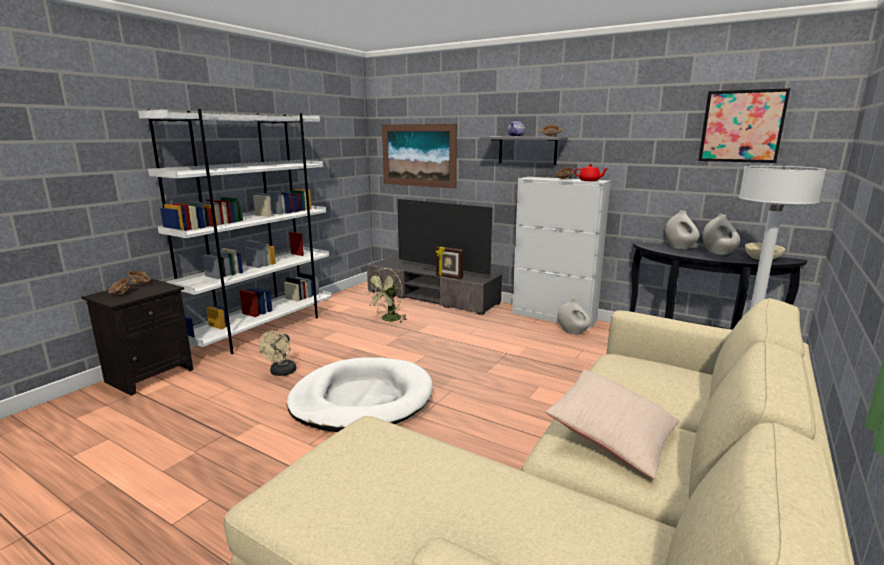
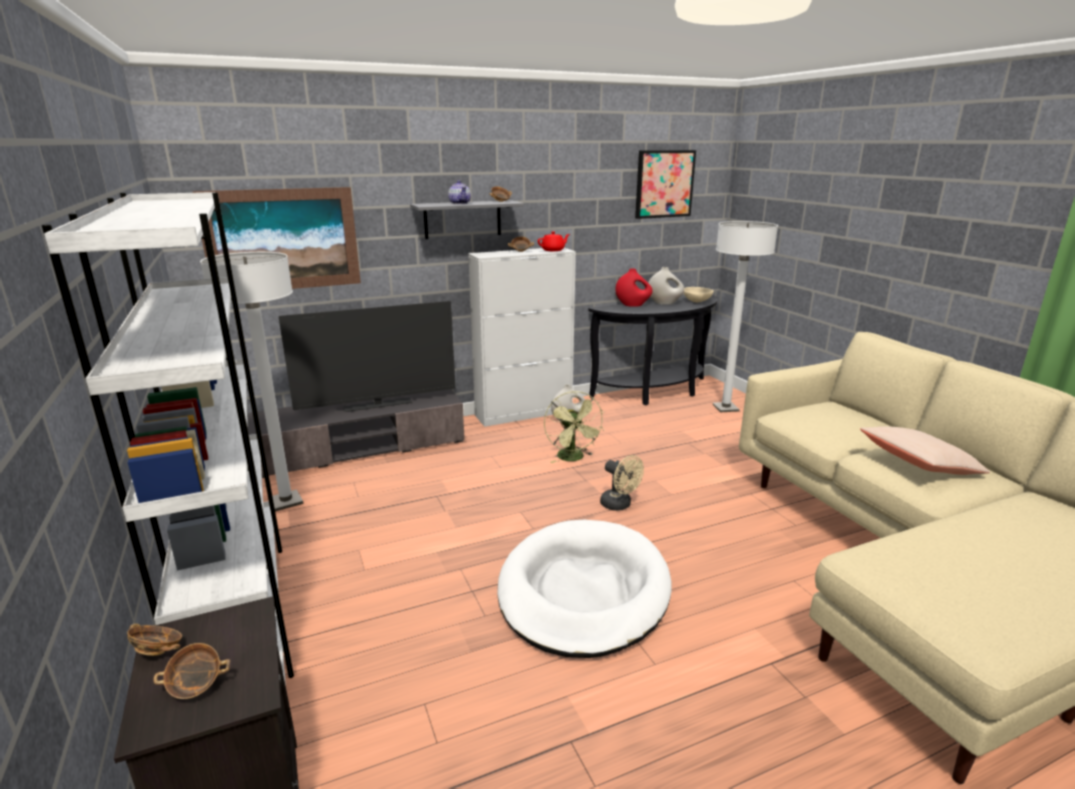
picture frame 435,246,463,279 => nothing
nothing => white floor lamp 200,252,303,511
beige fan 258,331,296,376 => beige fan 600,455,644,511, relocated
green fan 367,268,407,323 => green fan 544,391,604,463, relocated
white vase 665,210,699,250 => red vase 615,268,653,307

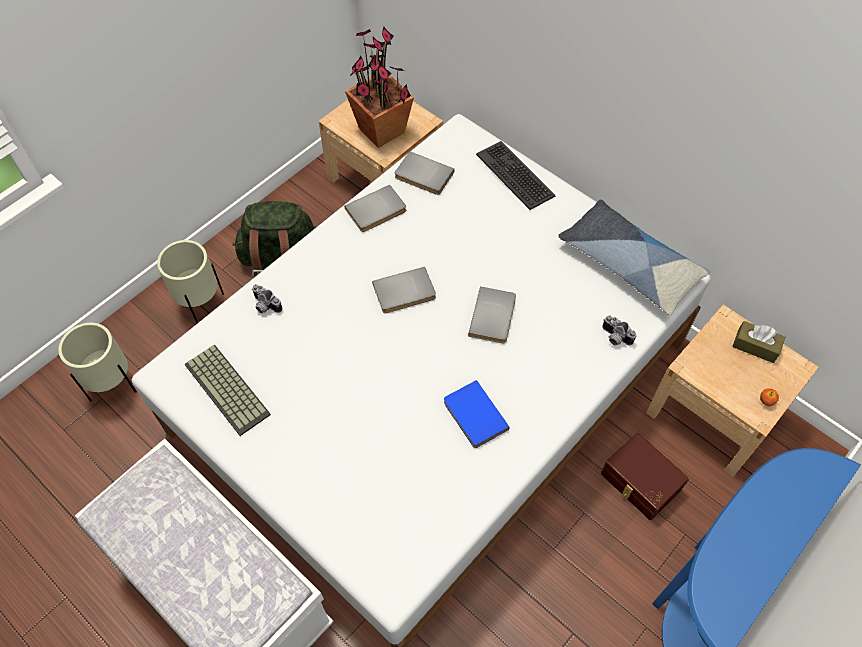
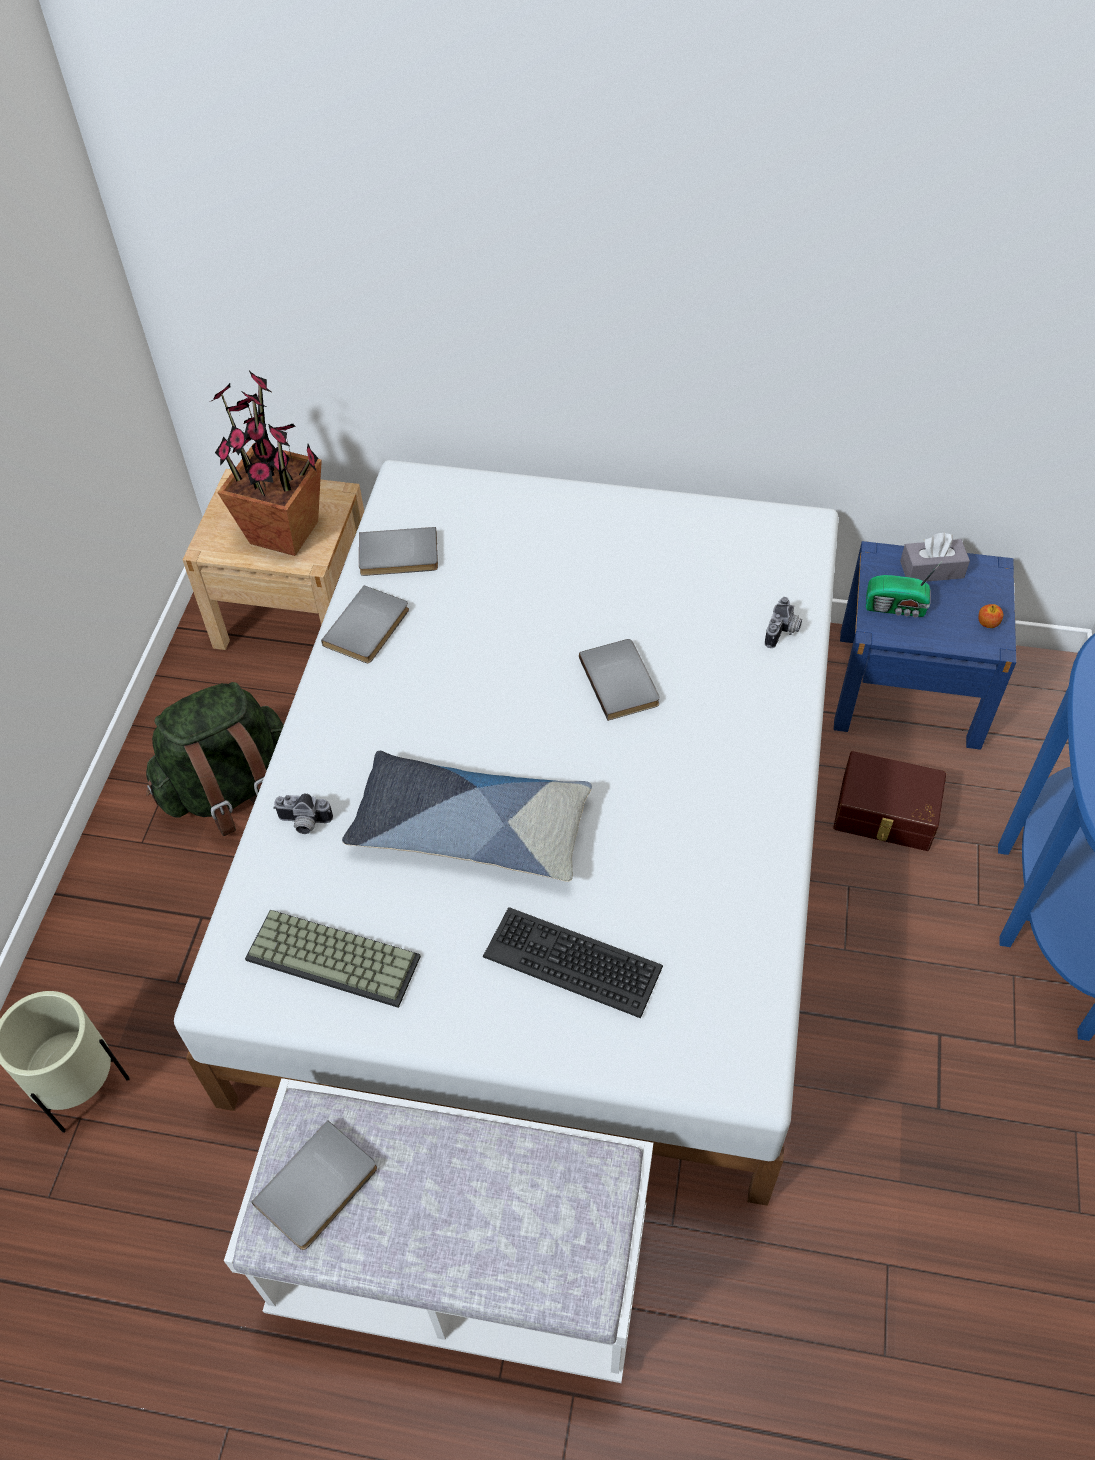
beige planter 157,240,224,323 => nothing
blue book 444,380,510,448 => nothing
nothing => radio 866,562,942,617
grey book 372,267,436,313 => grey book 251,1120,377,1250, relocated
keyboard 476,141,555,210 => keyboard 483,907,663,1018, relocated
pillow 558,199,710,315 => pillow 342,751,592,882, relocated
beige nightstand 646,305,819,477 => blue nightstand 834,541,1016,750
brown tissue box 732,321,785,363 => grey tissue box 900,532,970,582
photo camera 602,315,636,345 => photo camera 765,597,802,648, 75 degrees counterclockwise

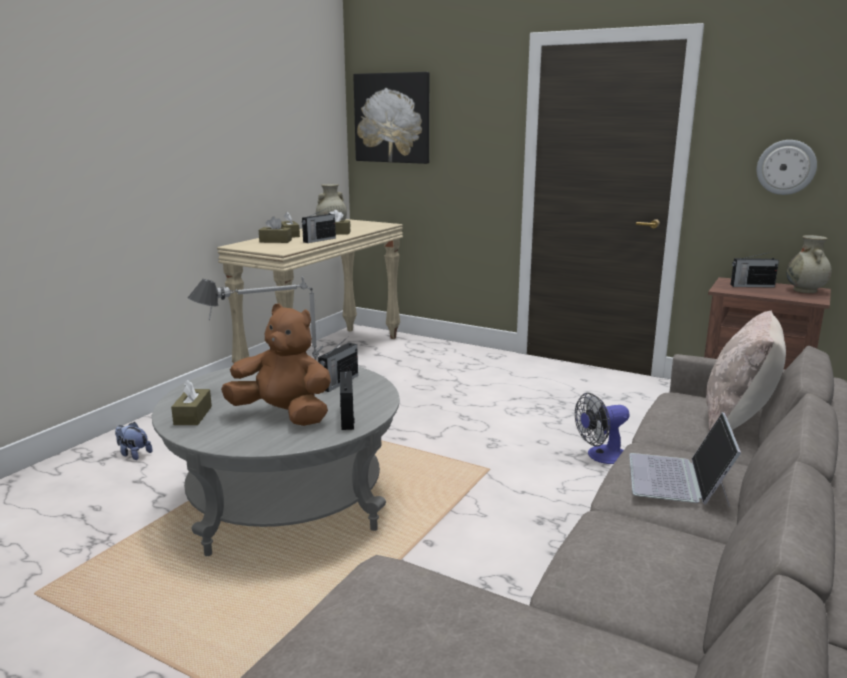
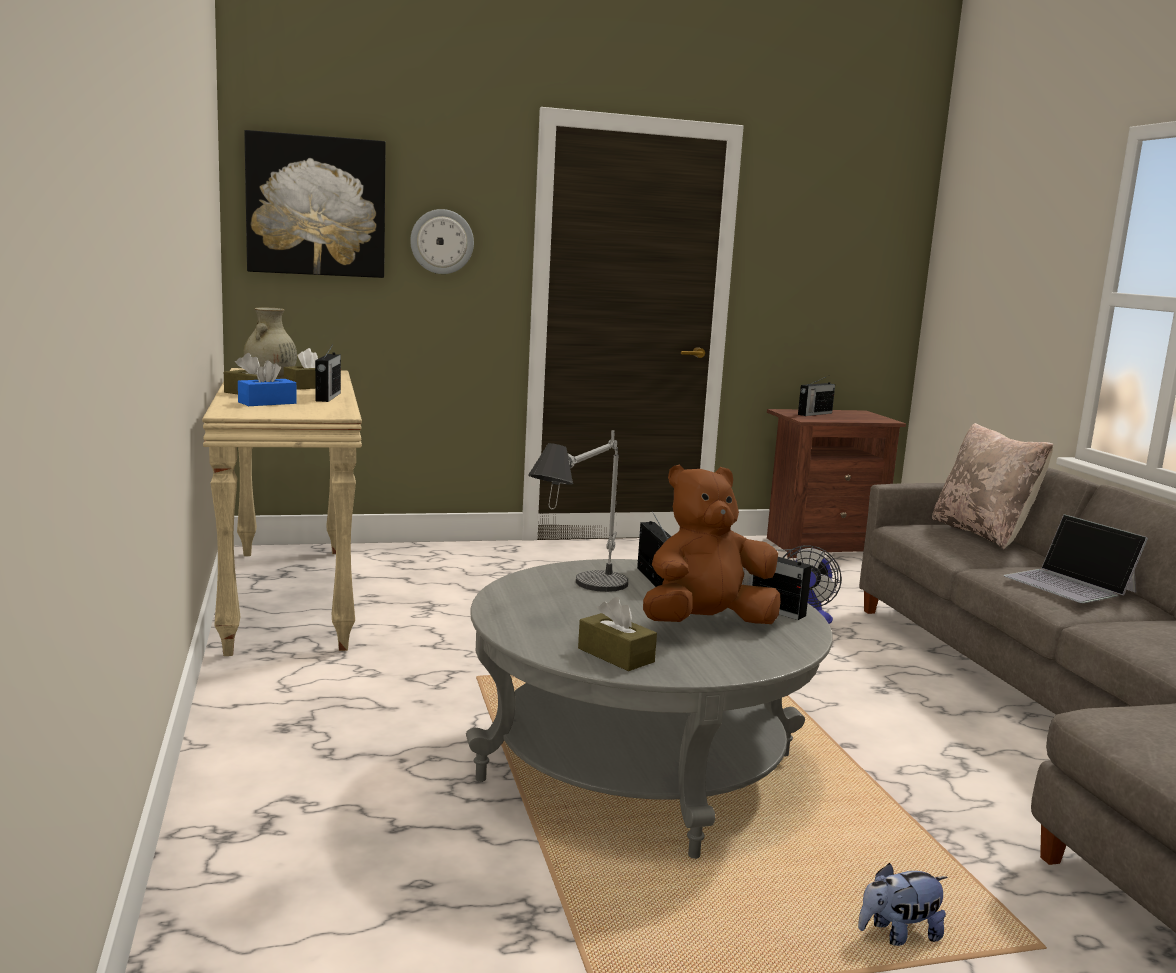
beige vase 787,235,832,293 => nothing
plush toy 115,422,152,460 => plush toy 858,863,947,946, relocated
wall clock 757,140,817,195 => wall clock 410,209,474,274, relocated
brown tissue box 259,217,292,243 => blue tissue box 238,360,297,406

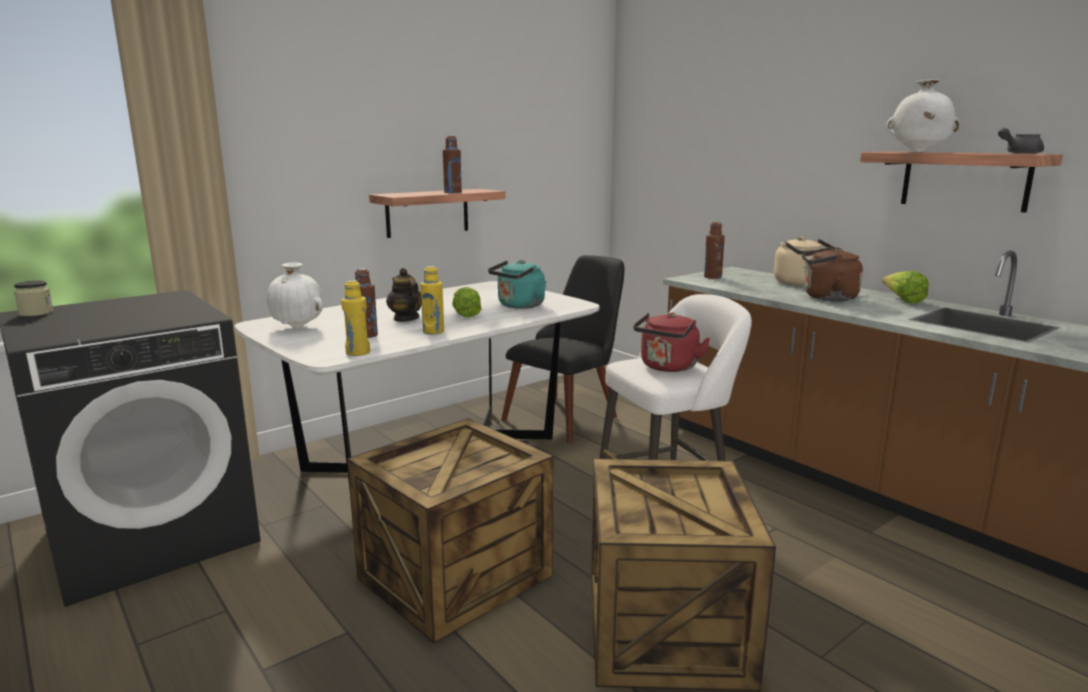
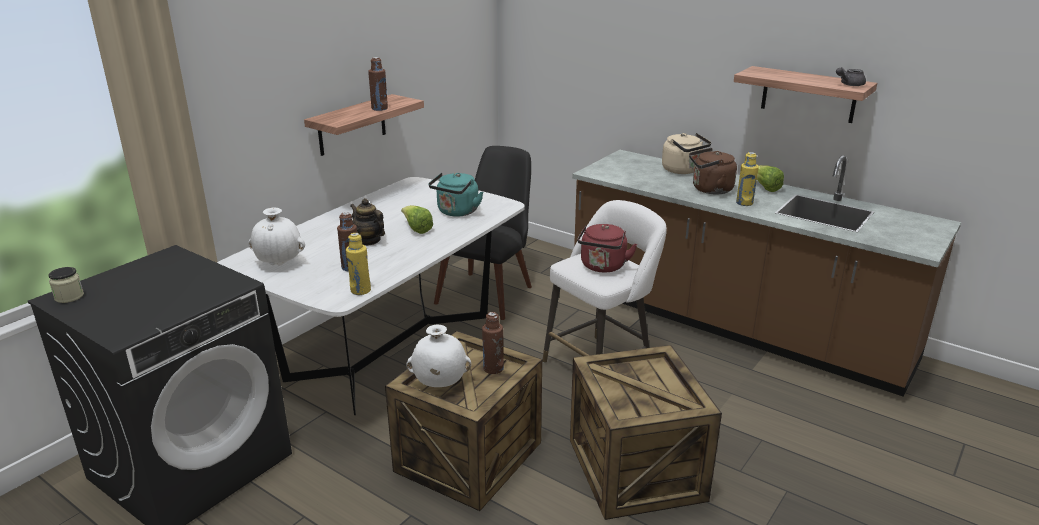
yellow bottle 420,266,444,335 => yellow bottle 736,152,759,206, relocated
brown bottle 704,222,725,279 => brown bottle 482,312,504,374, relocated
white vase 886,79,960,152 => white vase 406,325,471,387, relocated

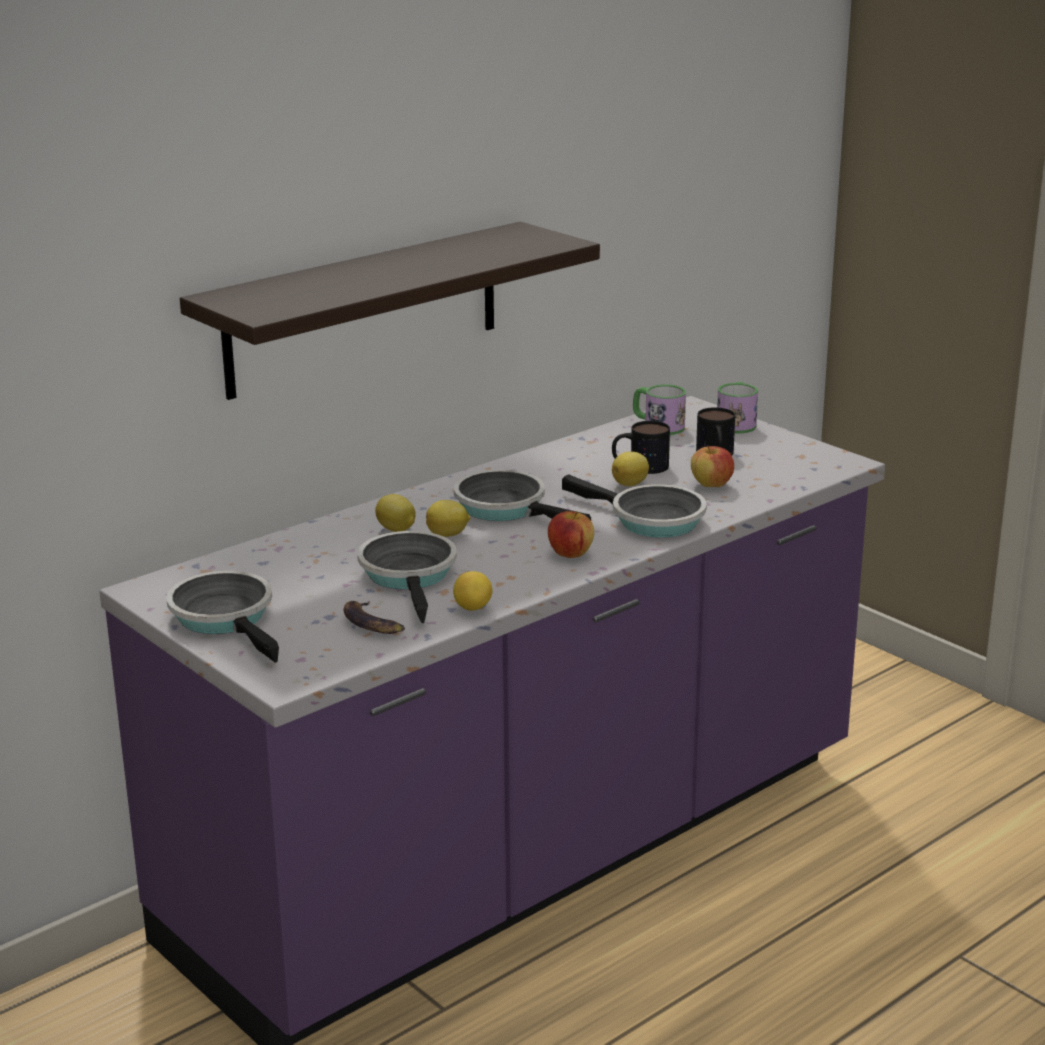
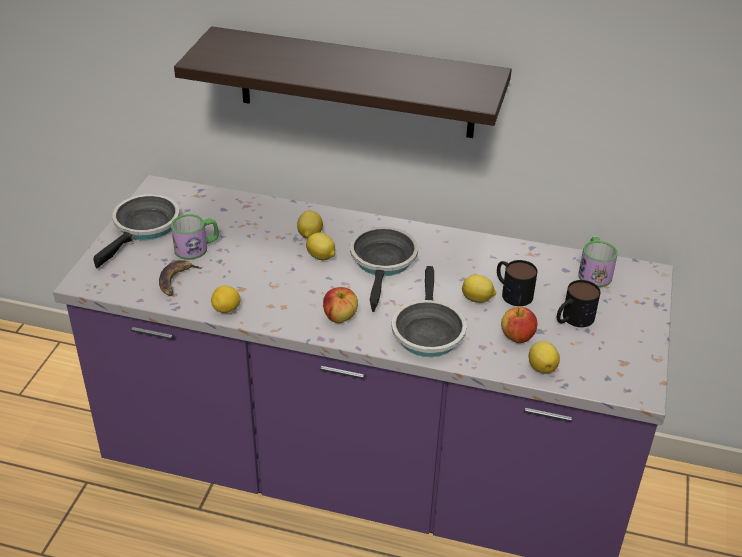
frying pan 357,531,457,623 => nothing
nothing => lemon 529,341,560,374
mug 717,382,758,433 => mug 171,214,219,260, relocated

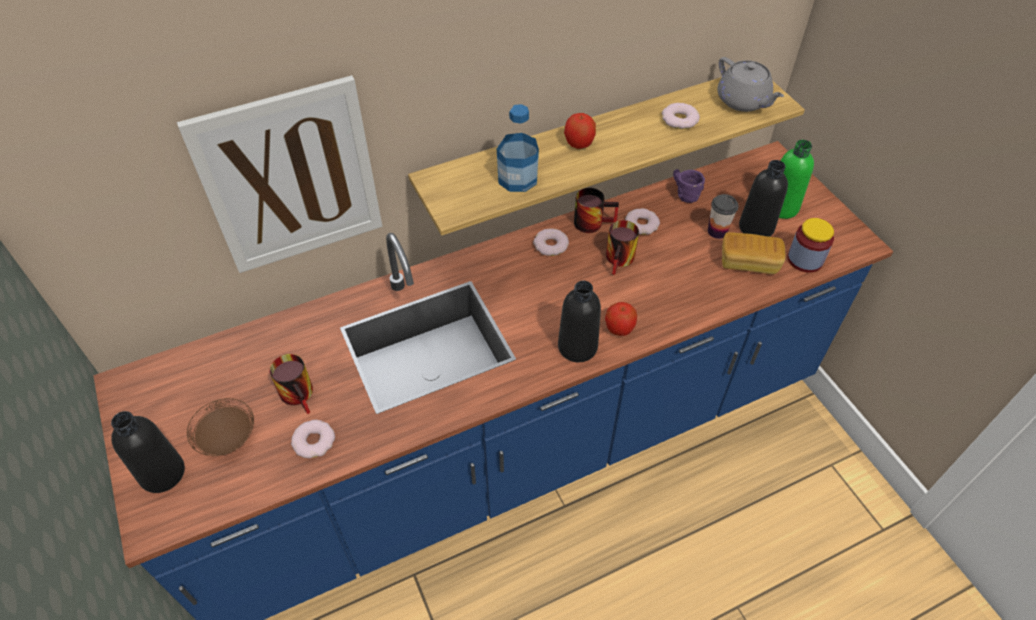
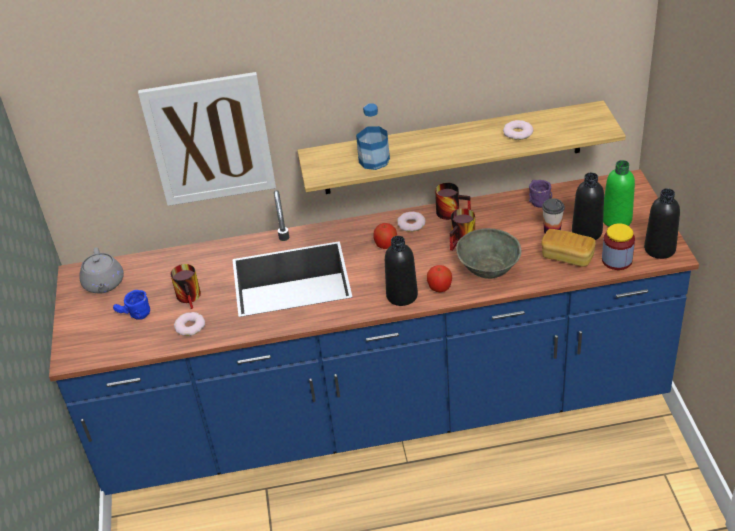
donut 625,208,660,235 => nothing
nothing => grey bowl 456,228,522,279
black bottle 111,411,185,493 => black bottle 644,188,680,259, relocated
apple 564,113,596,149 => apple 373,223,397,249, relocated
grey teapot 718,57,784,112 => grey teapot 79,247,124,294, relocated
brown plate 187,398,254,457 => blue mug 113,290,150,320

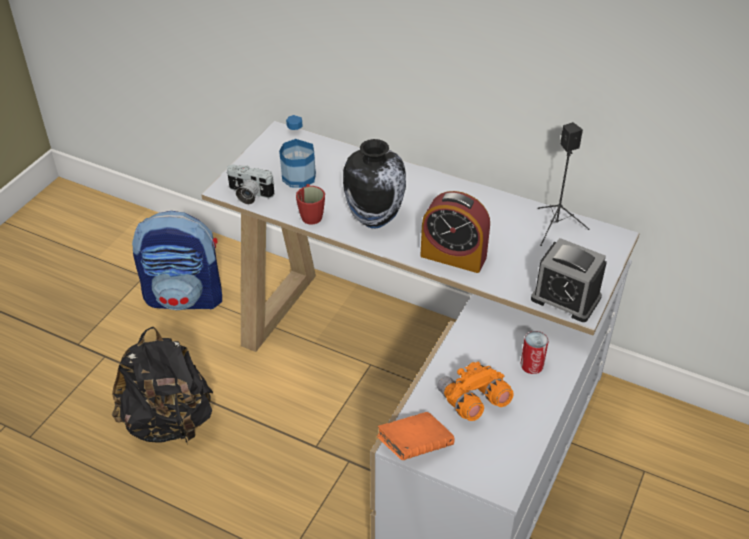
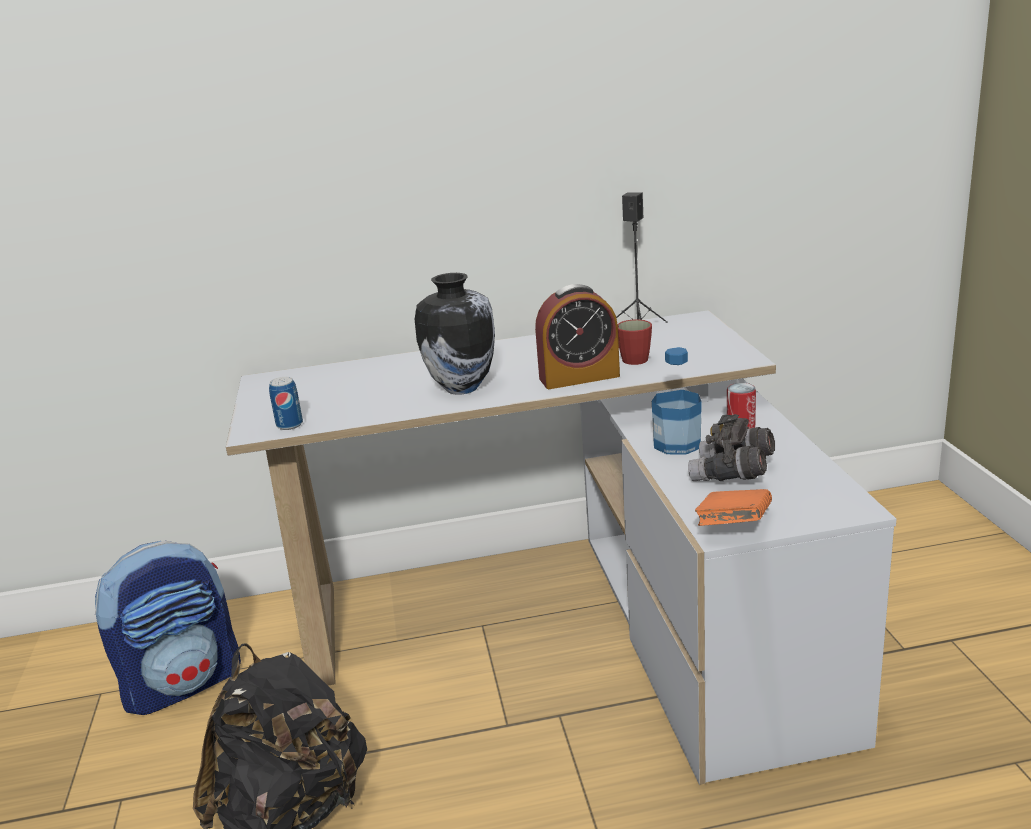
alarm clock 531,238,607,322 => nothing
bottle 279,115,316,188 => bottle 652,347,702,455, relocated
red mug 296,184,325,224 => red mug 618,319,652,365, relocated
photo camera 226,164,274,204 => can 269,377,303,430
orange binoculars 437,361,514,421 => grey binoculars 688,414,775,481

